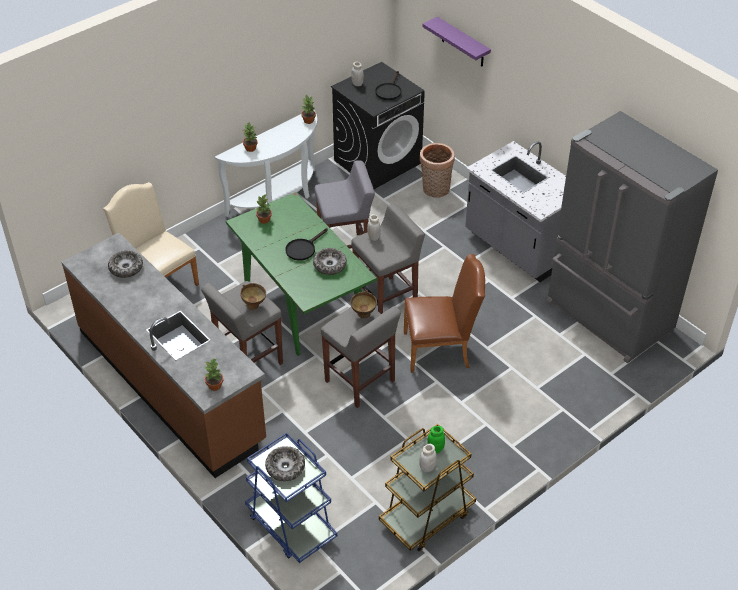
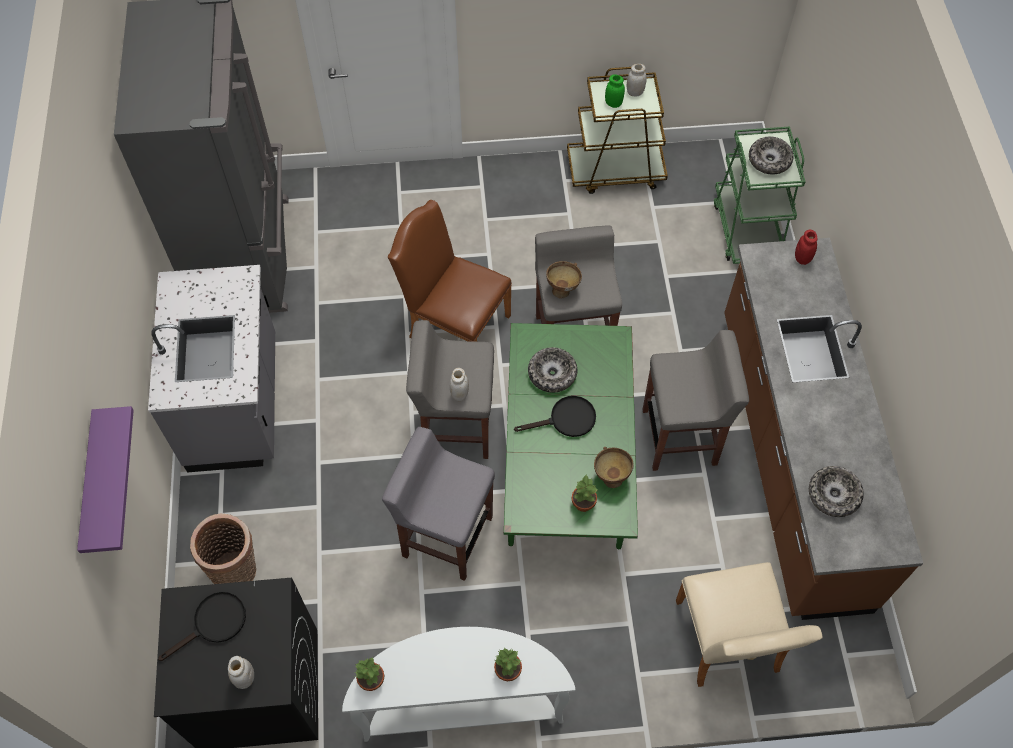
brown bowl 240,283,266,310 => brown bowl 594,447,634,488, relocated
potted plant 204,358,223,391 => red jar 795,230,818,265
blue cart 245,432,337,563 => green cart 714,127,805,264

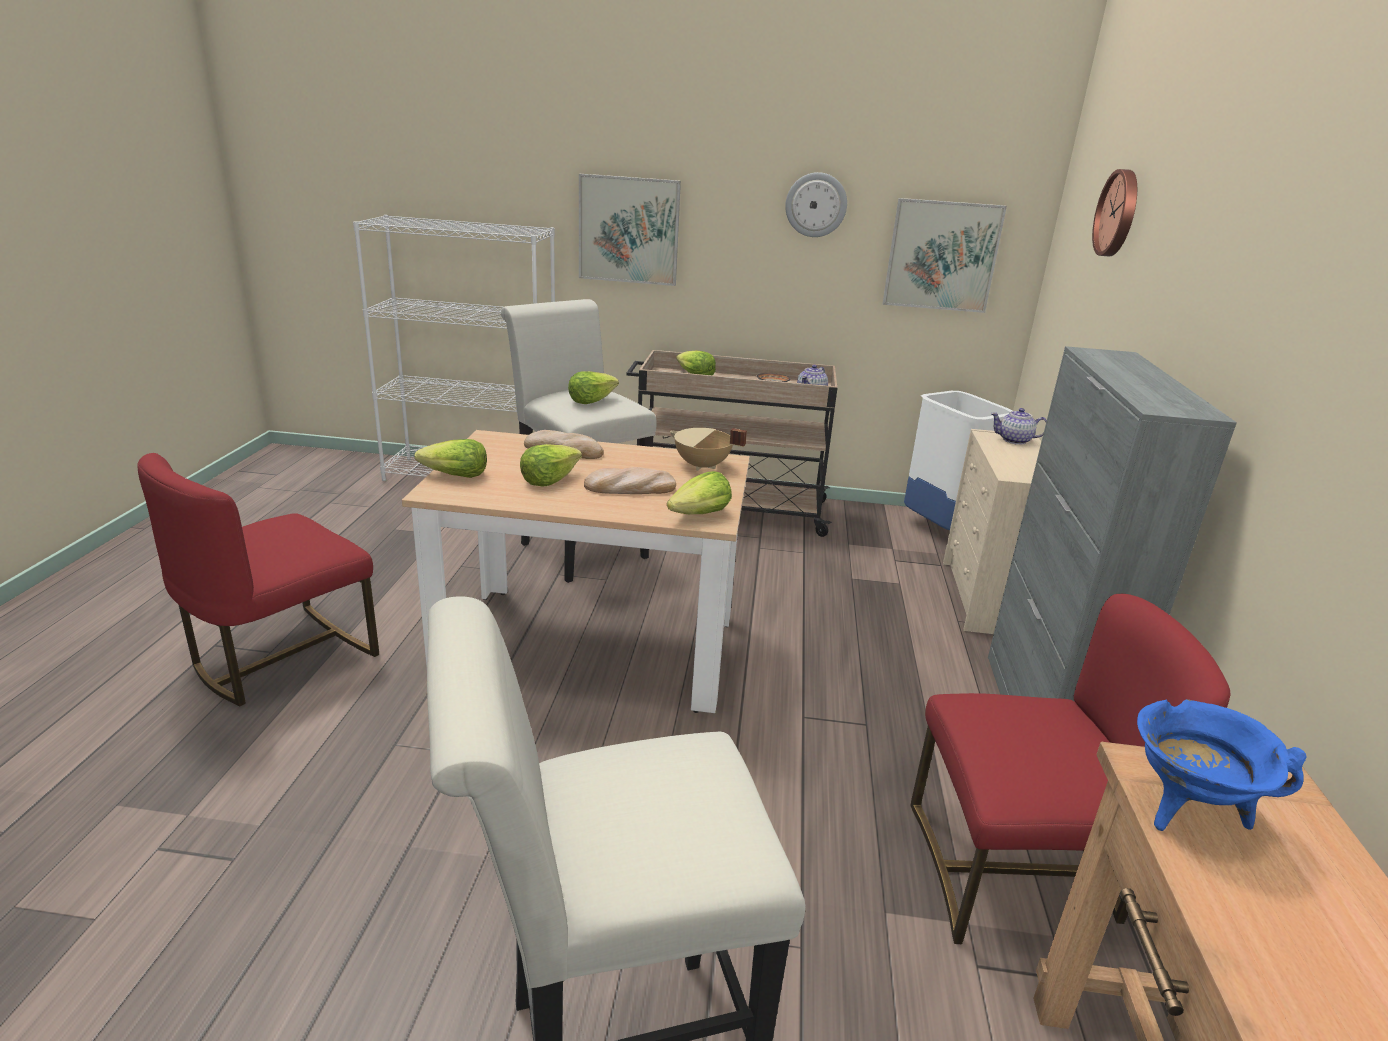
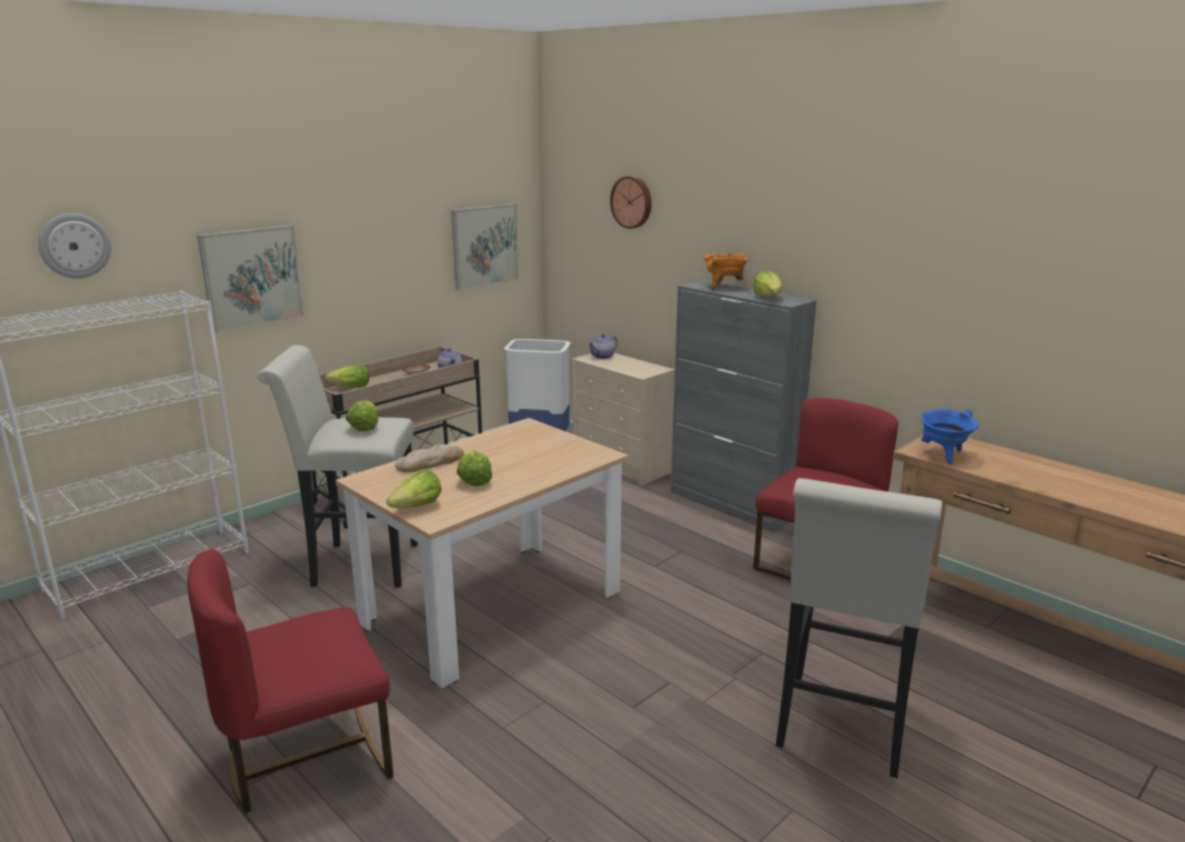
bread 584,467,676,494 => nothing
beige cooking pot 669,428,747,471 => nothing
nothing => orange cooking pot 703,254,748,290
lettuce 667,471,732,514 => lettuce 753,270,783,297, relocated
wall clock 785,172,847,237 => wall clock 38,213,111,279, relocated
red chair 137,453,379,706 => red chair 187,549,393,813, 75 degrees clockwise

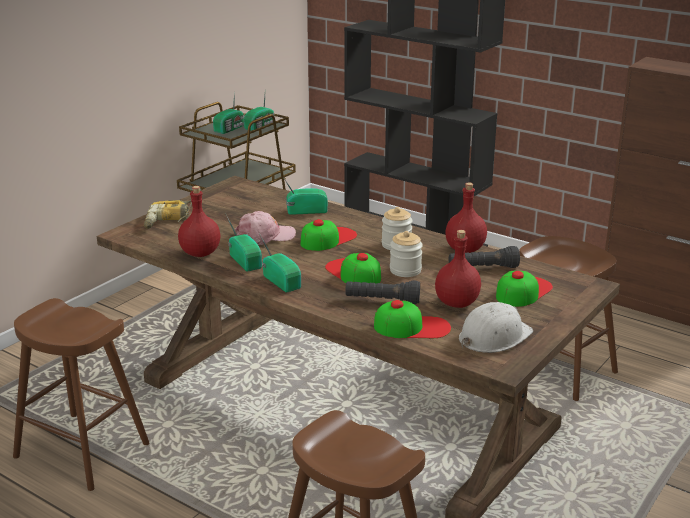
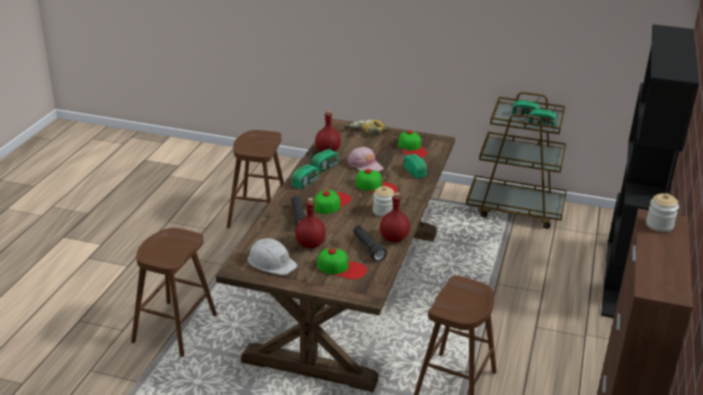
cap 374,300,451,338 => cap 398,130,427,158, relocated
jar 390,231,423,277 => jar 646,193,679,232, relocated

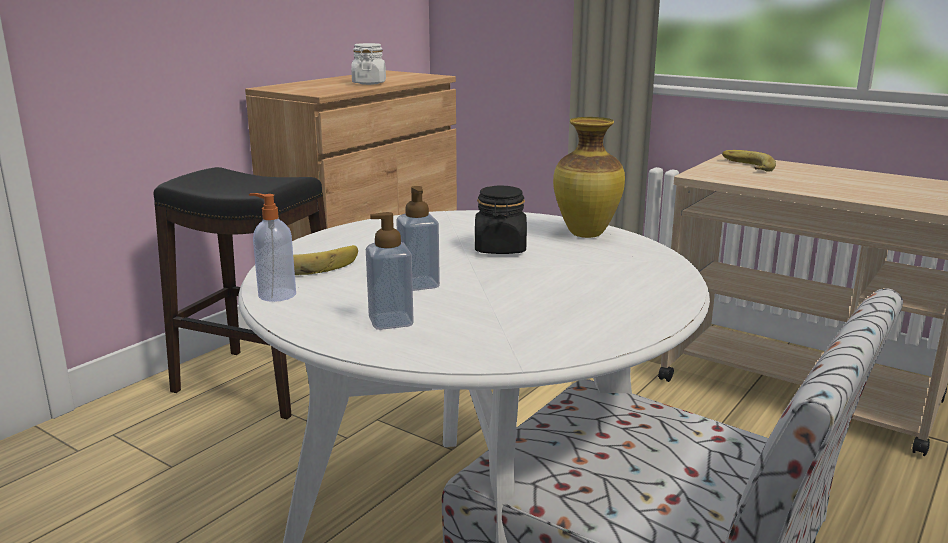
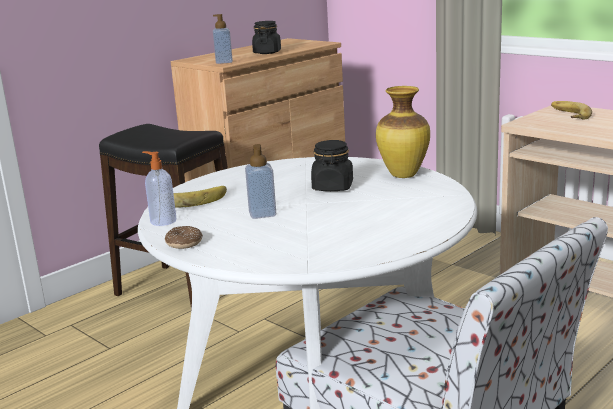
nothing => donut 165,226,203,249
soap dispenser 366,212,414,330 => soap dispenser 213,14,233,64, relocated
white jar 351,43,386,85 => black jar 252,21,281,54

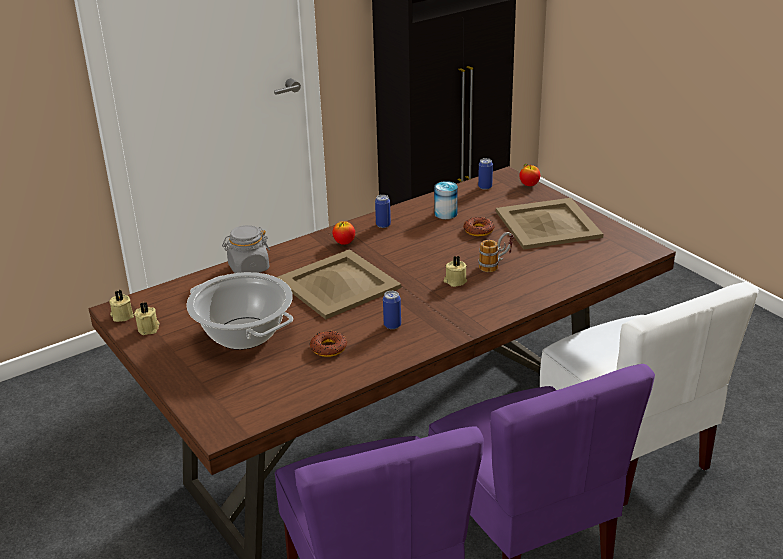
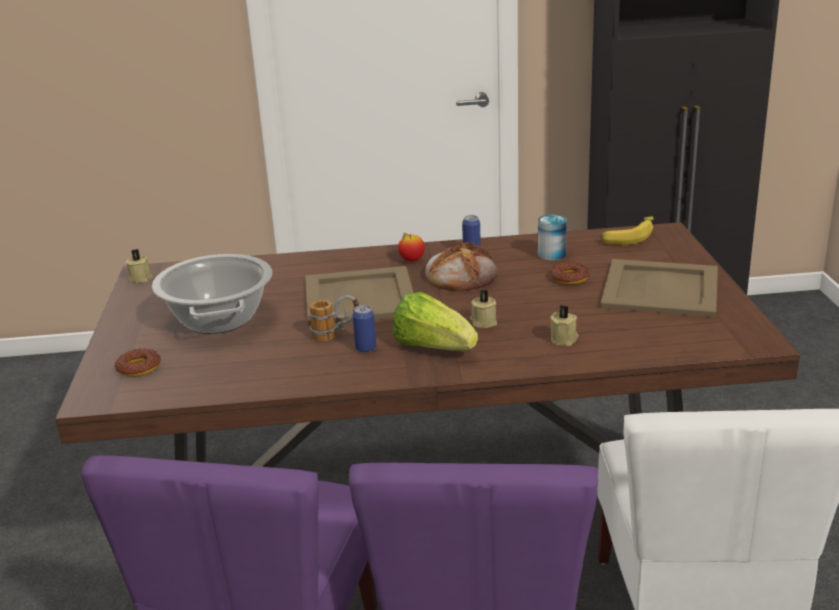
grey jar 222,225,270,273 => nothing
apple 519,163,540,186 => nothing
nothing => lettuce 393,292,478,351
nothing => bread 425,242,498,292
beige candle 134,302,160,335 => beige candle 550,305,579,346, relocated
donut 310,331,347,357 => donut 115,348,161,377, relocated
mug 478,232,514,272 => mug 309,295,359,342, relocated
can 478,158,493,190 => banana 600,217,654,245

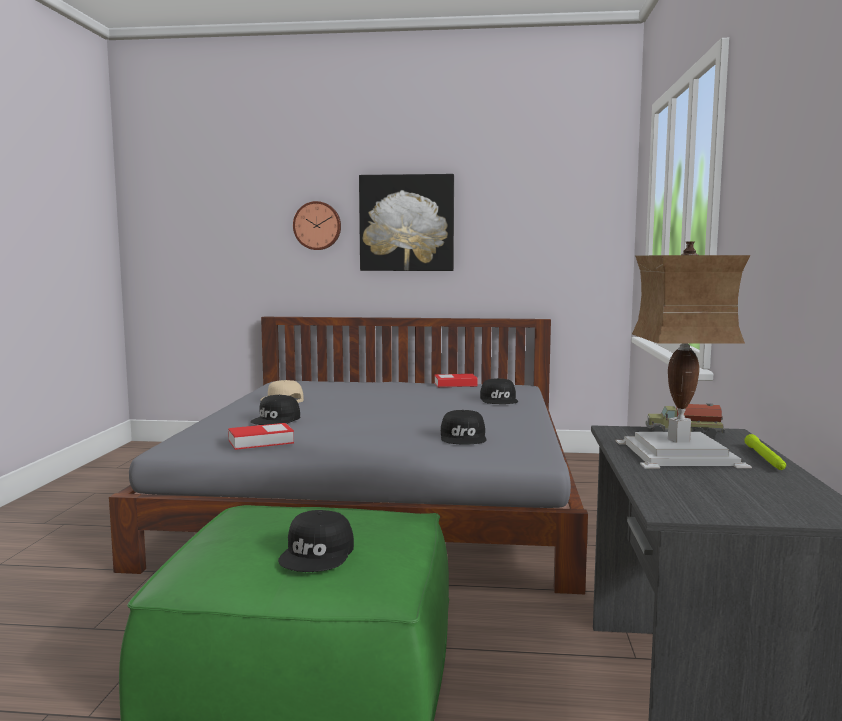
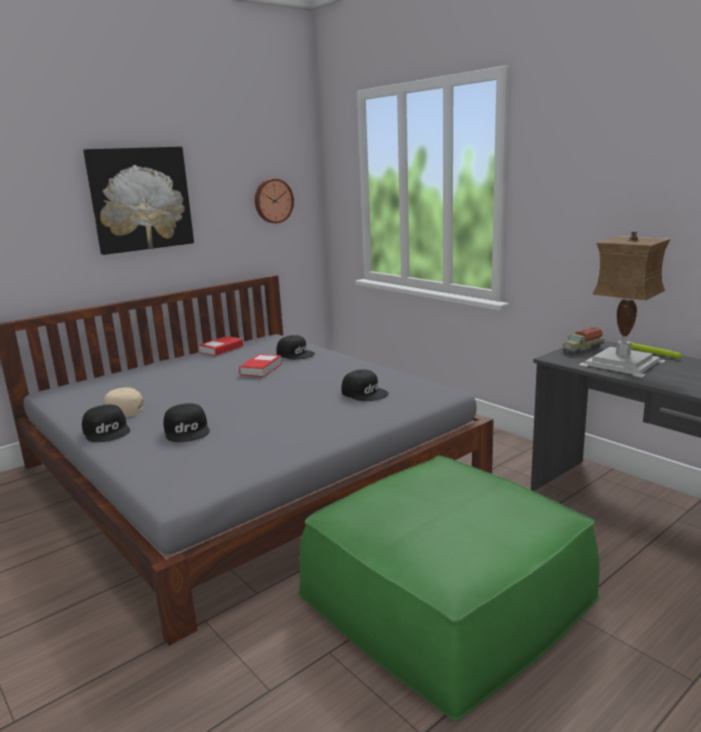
book 228,423,294,450 => book 239,354,282,377, relocated
black cap 278,510,354,572 => black cap 82,404,130,442, relocated
wall clock 293,201,341,250 => wall clock 255,179,294,223, relocated

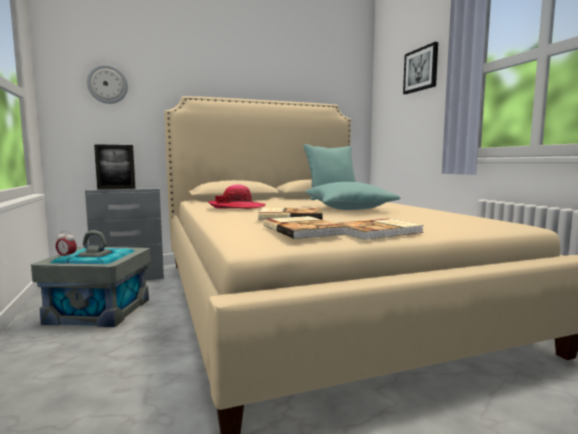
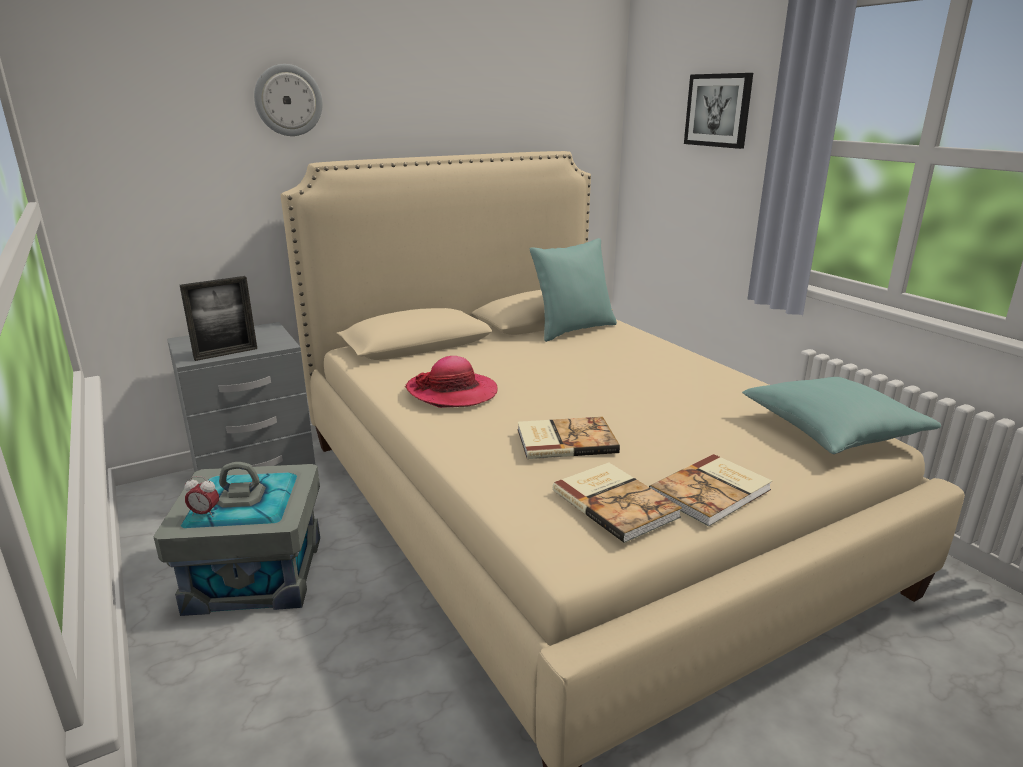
wall clock 87,64,128,104 => wall clock 254,64,323,136, relocated
turquoise pillow 306,182,400,210 => turquoise pillow 742,377,941,454, relocated

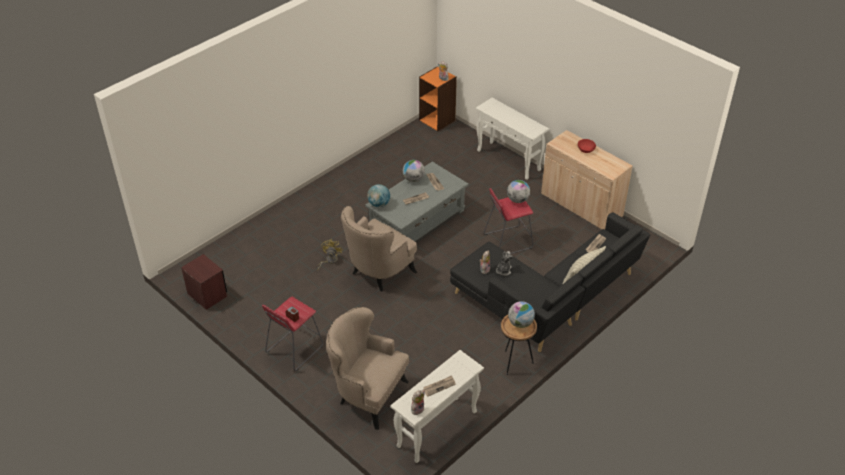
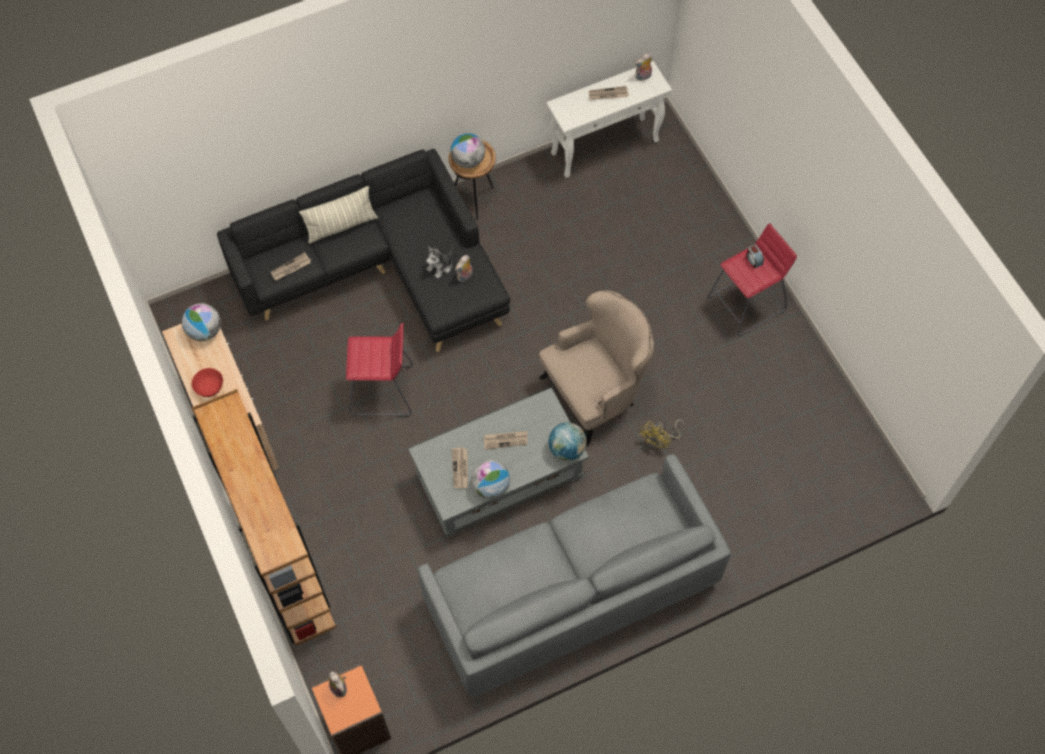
brown nightstand 181,254,227,310 => nothing
beige armchair 326,307,409,430 => nothing
nothing => grey sofa 418,454,731,697
globe 507,180,530,203 => globe 182,303,221,341, relocated
white console table 475,98,549,180 => brown bookcase 192,389,337,646

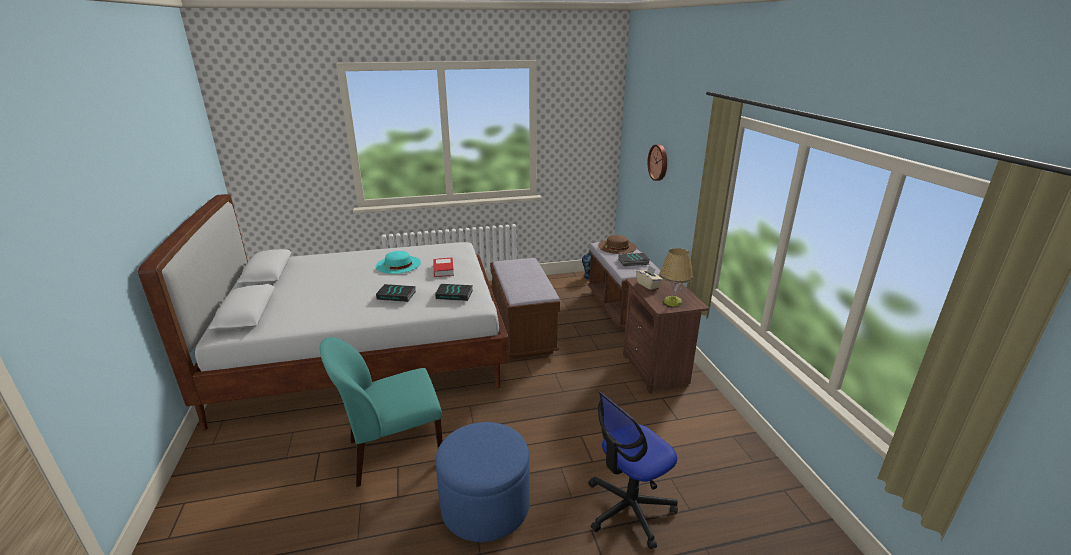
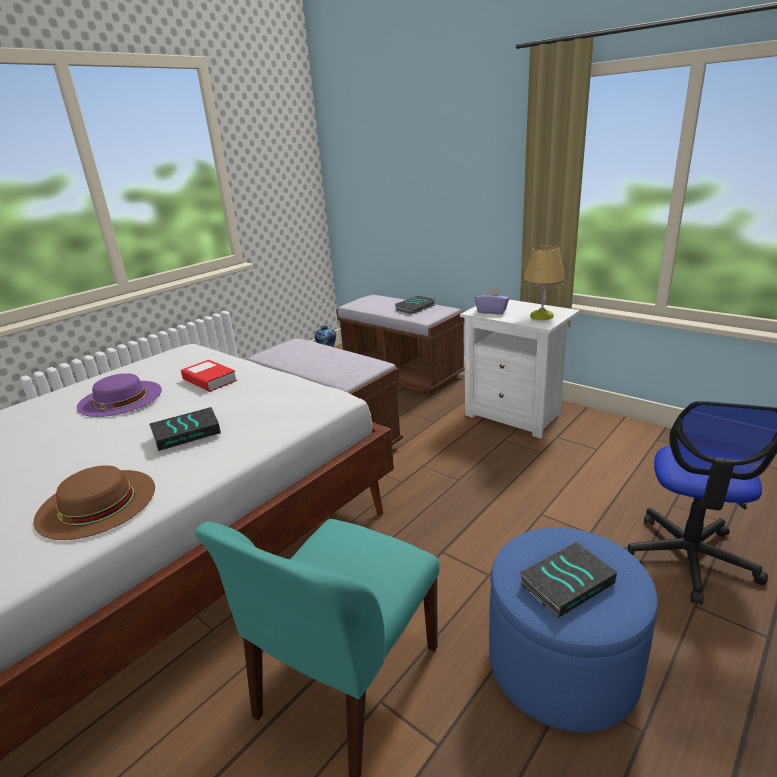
wall clock 648,144,667,181 => nothing
book 435,284,473,301 => book 519,541,617,618, relocated
brown hat 598,235,637,254 => brown hat 33,465,155,540, relocated
turquoise hat 376,251,421,274 => purple hat 77,373,162,417
brown nightstand 623,275,710,394 => white nightstand 460,300,580,439
beige tissue box 636,266,663,290 => purple tissue box 474,287,510,314

